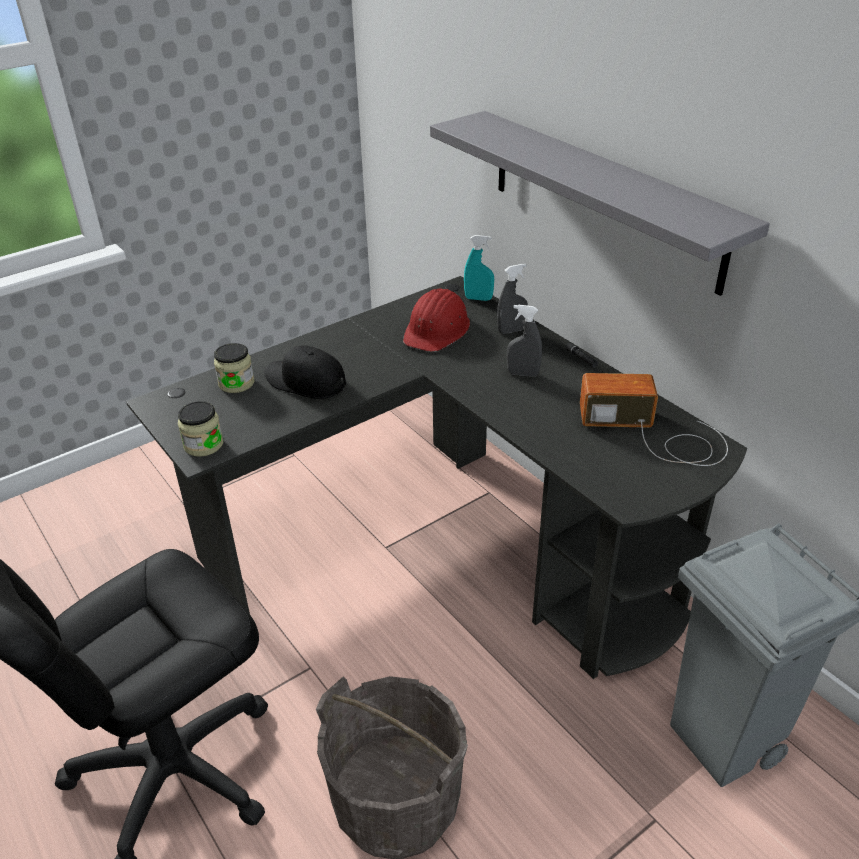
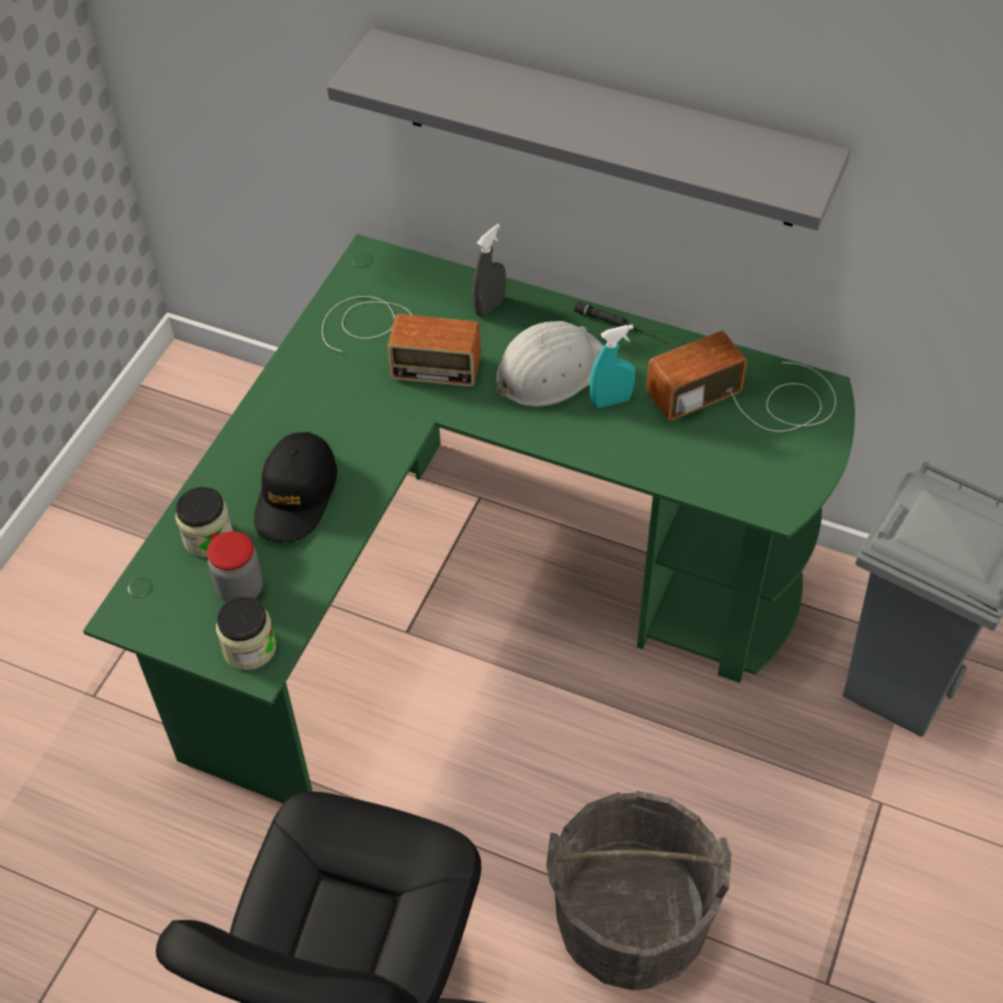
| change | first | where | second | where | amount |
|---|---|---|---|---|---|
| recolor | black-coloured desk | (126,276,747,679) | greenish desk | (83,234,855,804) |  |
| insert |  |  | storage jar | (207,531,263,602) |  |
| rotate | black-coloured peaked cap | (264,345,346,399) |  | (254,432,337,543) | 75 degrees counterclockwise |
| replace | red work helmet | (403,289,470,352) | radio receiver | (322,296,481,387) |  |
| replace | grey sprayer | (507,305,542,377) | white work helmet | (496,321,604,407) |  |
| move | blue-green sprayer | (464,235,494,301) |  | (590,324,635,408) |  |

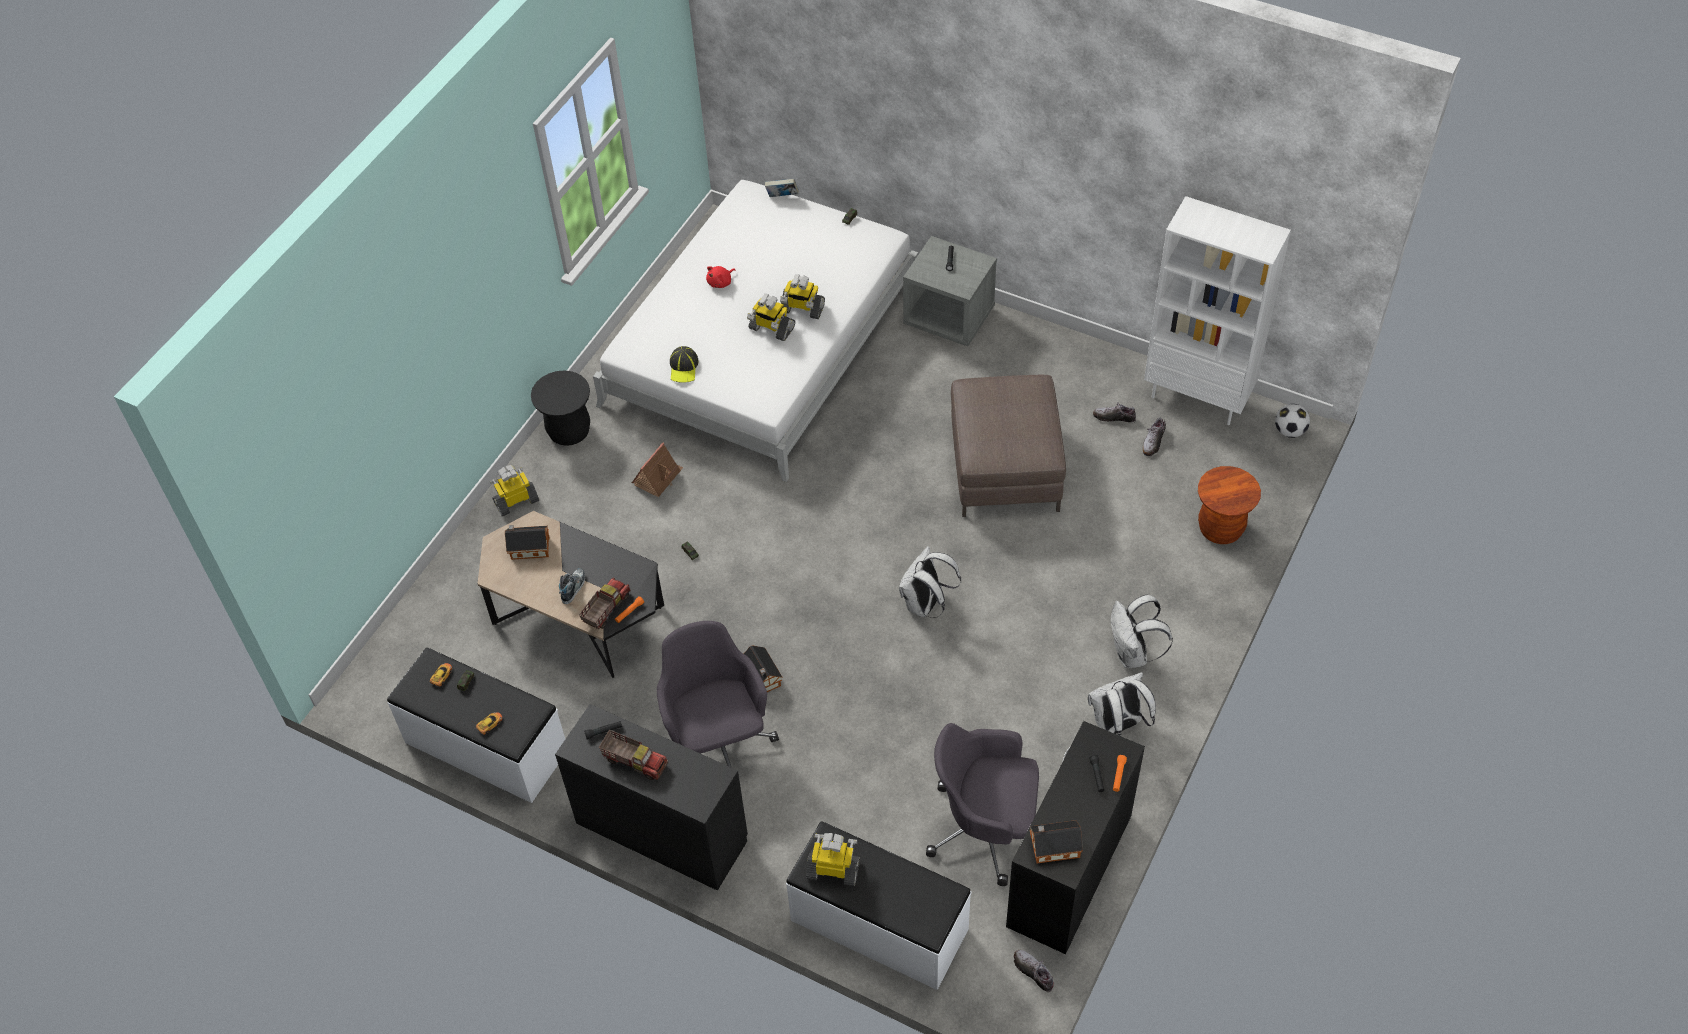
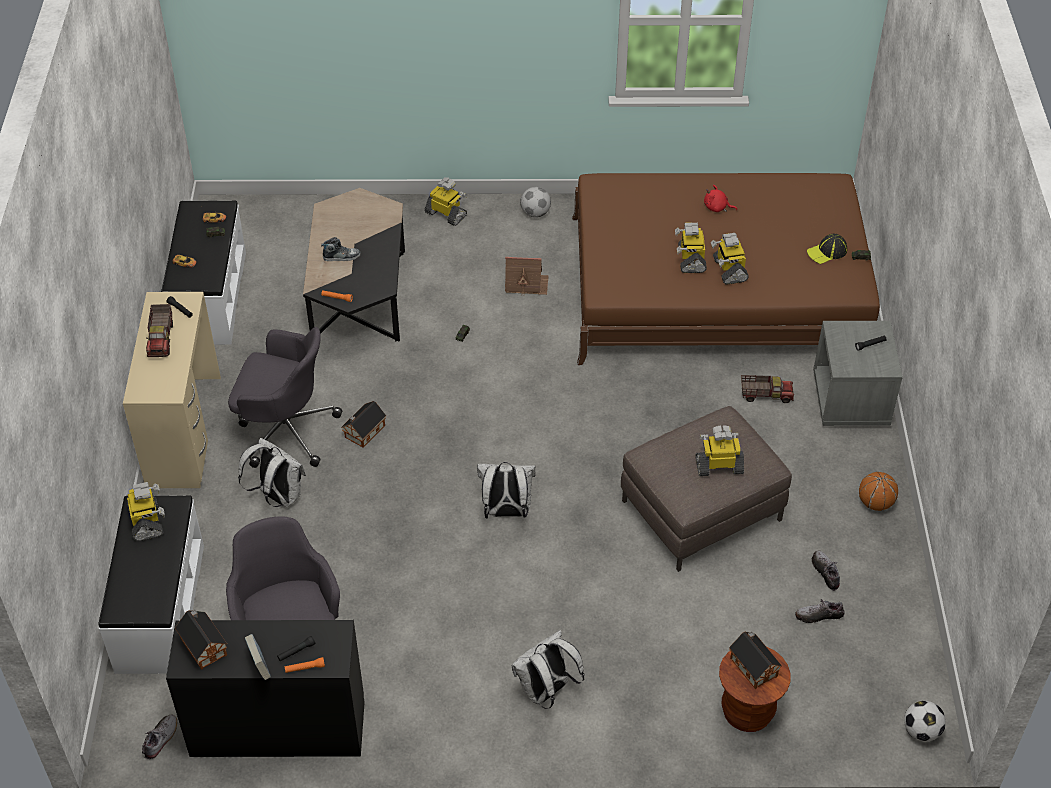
| change | first | where | second | where | amount |
|---|---|---|---|---|---|
| recolor | black-coloured desk | (555,704,748,891) | sand-coloured desk | (123,292,221,488) |  |
| rotate | grey computer chair | (657,621,779,768) |  | (228,327,342,468) | 60 degrees clockwise |
| move | white rucksack | (1088,672,1156,736) |  | (238,438,306,507) |  |
| move | bound book | (765,179,799,197) |  | (245,634,271,680) |  |
| replace | black-coloured sitting stool | (531,371,590,446) | football | (520,187,551,218) |  |
| recolor | white bedroom bed | (593,180,918,482) | brownish bedroom bed | (572,173,880,365) |  |
| insert |  |  | model robot | (696,425,744,476) |  |
| move | miniature house | (505,525,550,560) |  | (729,632,782,689) |  |
| move | toy truck | (579,578,631,629) |  | (741,375,794,403) |  |
| move | peaked cap | (670,346,699,383) |  | (807,234,847,264) |  |
| insert |  |  | ball for basketball | (859,472,898,511) |  |
| delete | white shelving unit | (1144,196,1291,425) |  |  |  |

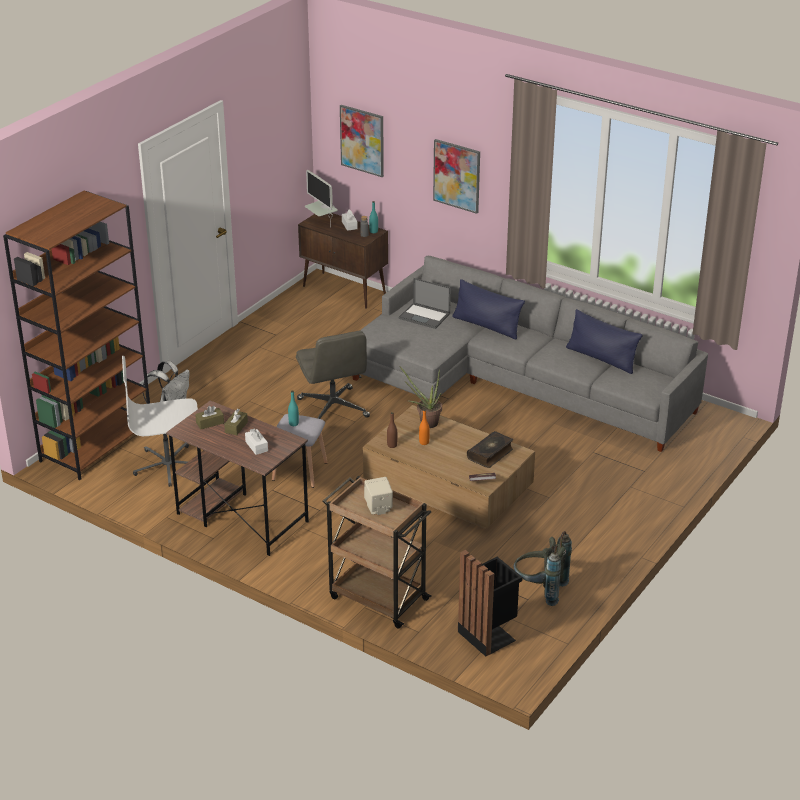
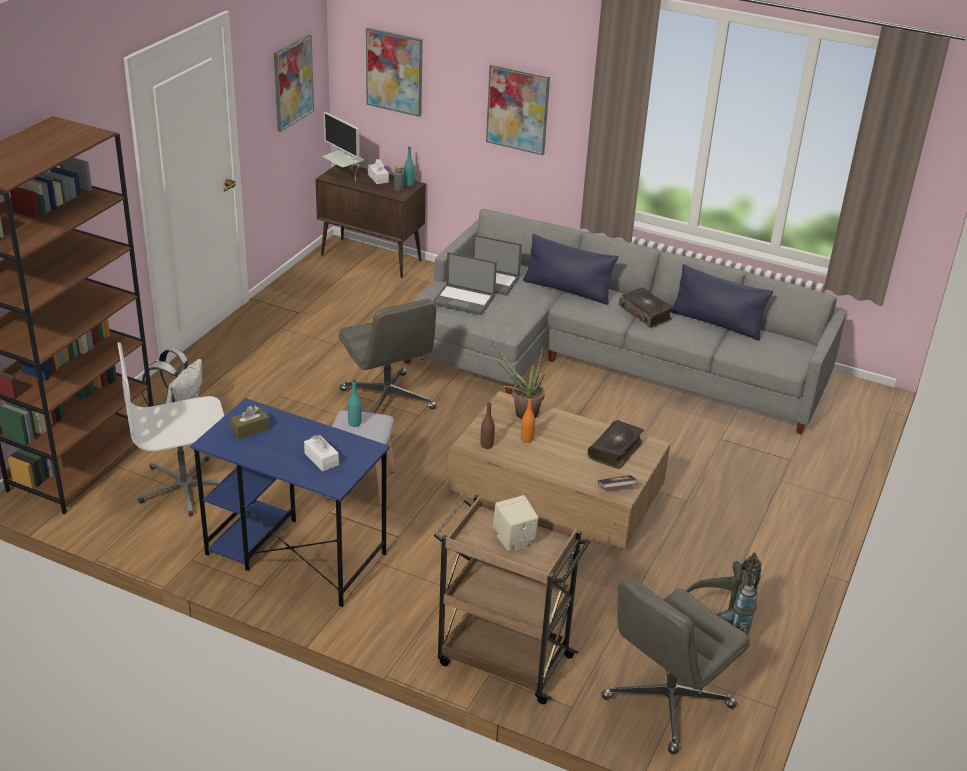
| change | first | where | second | where | amount |
|---|---|---|---|---|---|
| recolor | brownish desk | (166,400,309,556) | blue-coloured desk | (190,398,390,607) |  |
| insert |  |  | wall art | (274,35,314,132) |  |
| insert |  |  | laptop | (433,252,497,315) |  |
| replace | black-coloured rubbish bin | (458,550,523,657) | grey computer chair | (601,577,750,754) |  |
| insert |  |  | bound book | (619,287,673,328) |  |
| delete | brownish box of tissues | (224,409,248,435) |  |  |  |

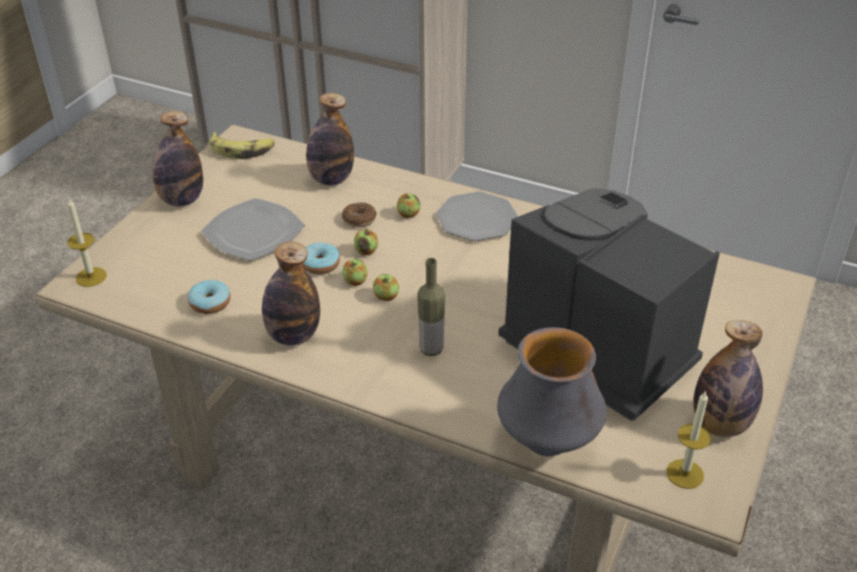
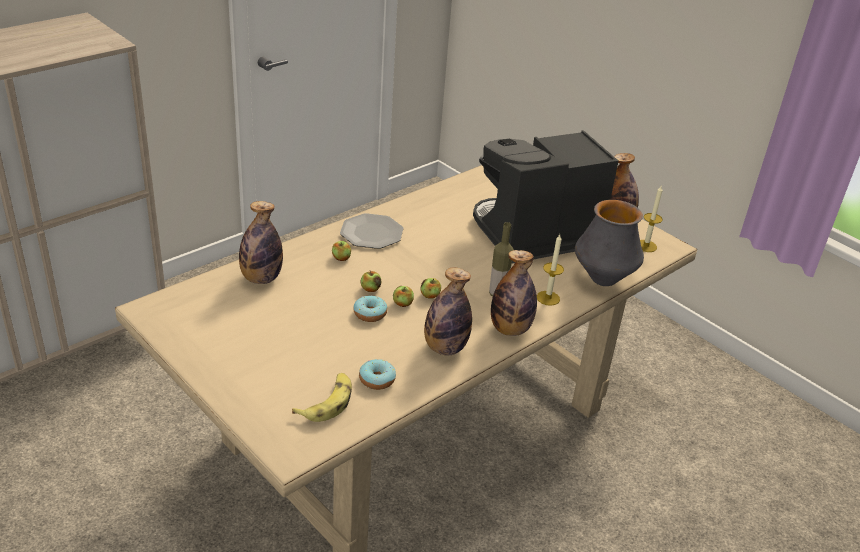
| change | first | where | second | where | amount |
|---|---|---|---|---|---|
| move | banana fruit | (209,132,275,159) |  | (292,373,352,422) |  |
| move | drink bottle | (153,111,203,206) |  | (491,250,537,336) |  |
| move | candle | (67,199,107,287) |  | (537,234,564,306) |  |
| delete | flat dish | (201,198,305,261) |  |  |  |
| delete | ring doughnut | (342,202,377,227) |  |  |  |

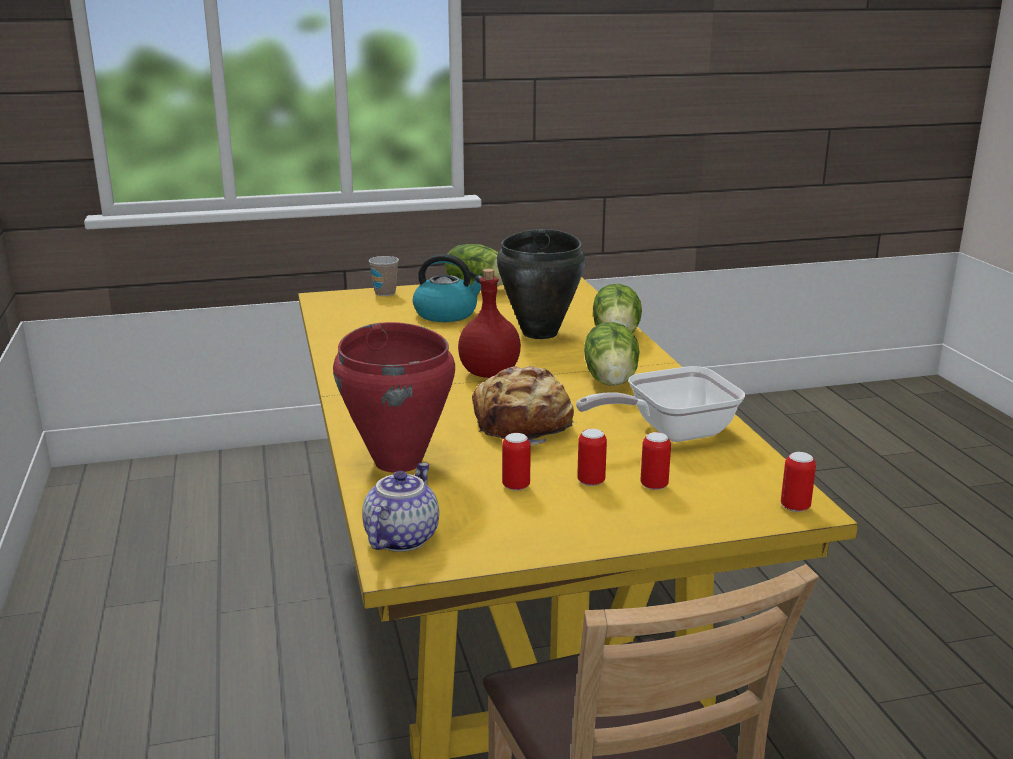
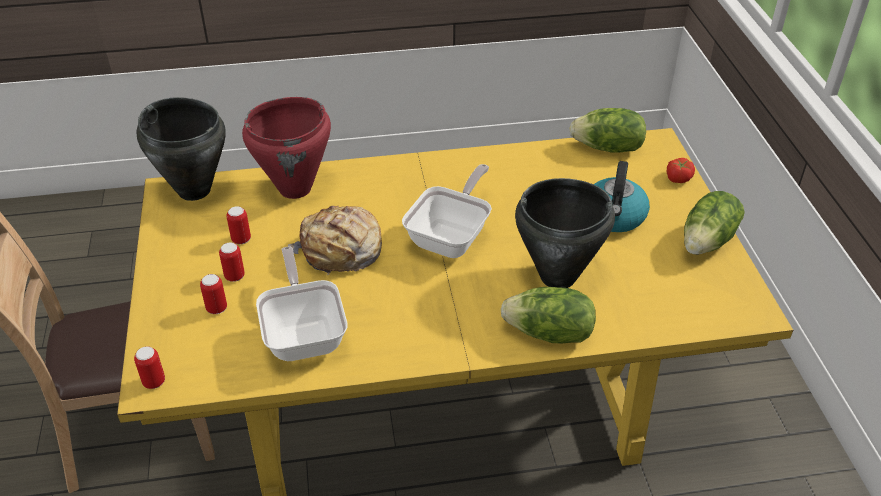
| change | first | where | second | where | amount |
|---|---|---|---|---|---|
| replace | teapot | (362,463,439,552) | black-coloured stockpot | (136,97,226,201) |  |
| replace | red drink bottle | (458,269,521,378) | frying pan | (402,164,492,258) |  |
| move | head of lettuce | (584,322,640,386) |  | (569,108,646,153) |  |
| replace | drinking cup | (369,256,399,296) | whole tomato | (667,158,695,183) |  |

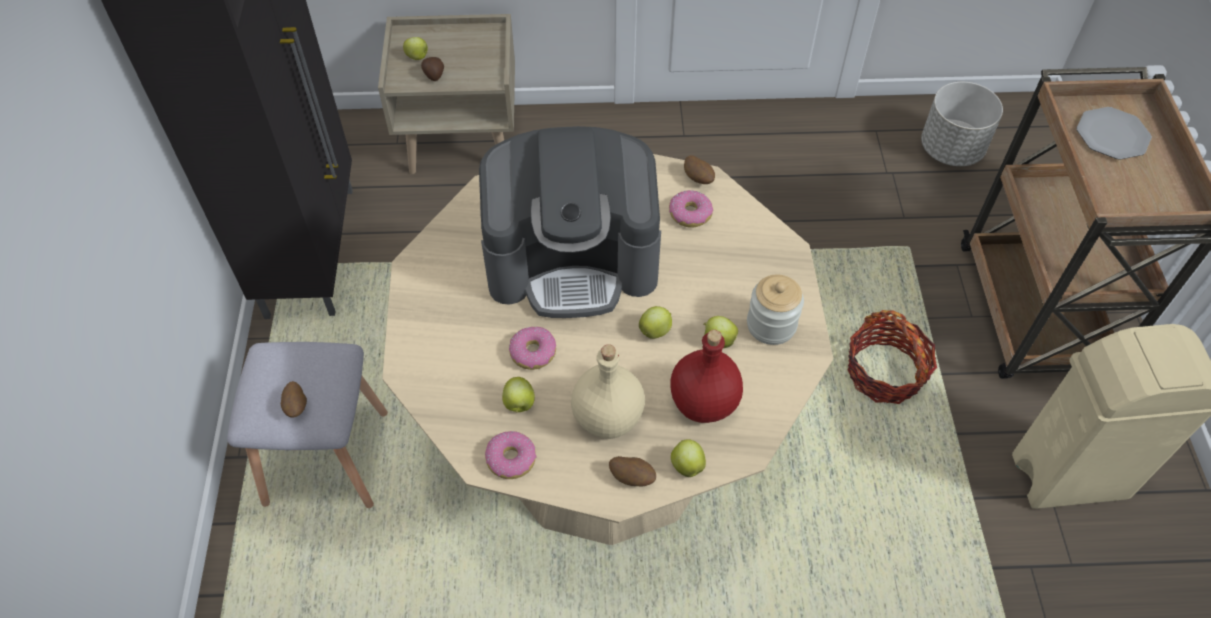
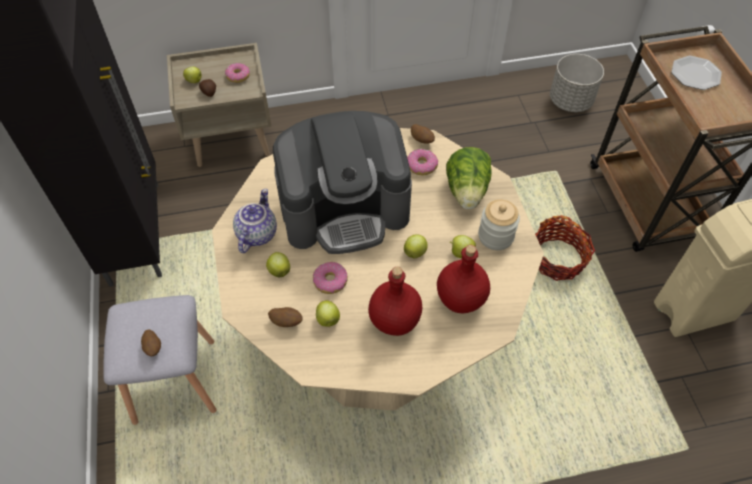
| change | first | where | second | where | amount |
|---|---|---|---|---|---|
| move | ring doughnut | (485,431,536,479) |  | (225,63,250,83) |  |
| insert |  |  | teapot | (233,189,277,253) |  |
| move | apple | (671,439,706,477) |  | (266,252,290,277) |  |
| move | spud | (609,456,656,486) |  | (268,307,303,327) |  |
| recolor | sand-coloured drink bottle | (571,344,645,439) | red drink bottle | (368,267,422,336) |  |
| insert |  |  | head of lettuce | (446,147,491,209) |  |

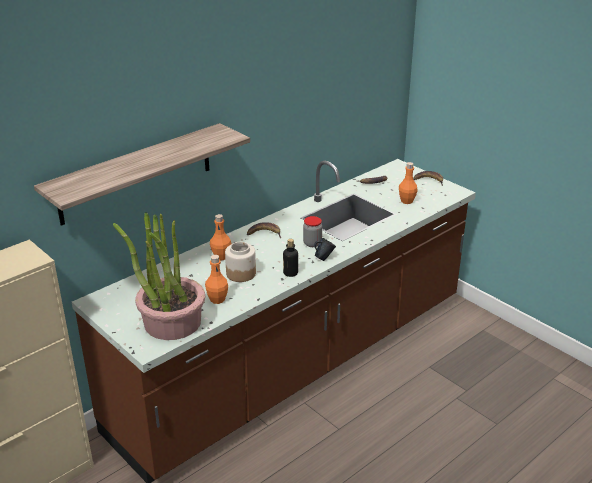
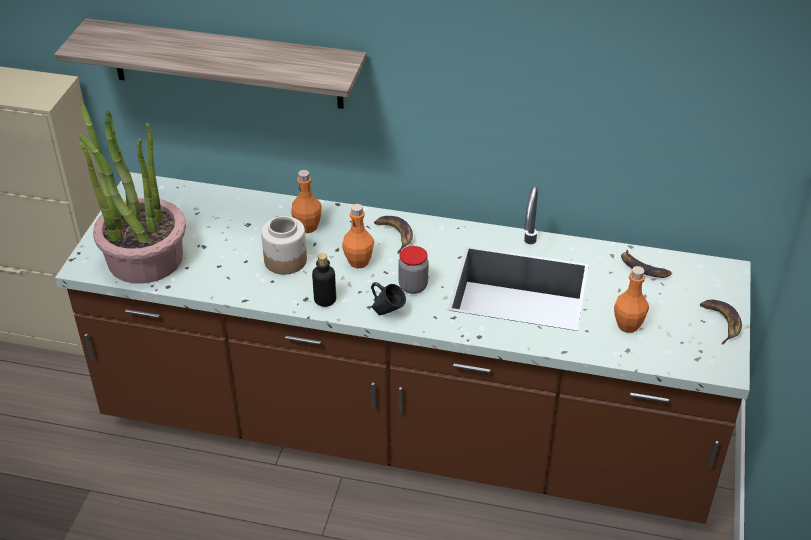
| change | first | where | second | where | amount |
|---|---|---|---|---|---|
| move | orange drink bottle | (205,255,228,304) |  | (342,204,374,269) |  |

